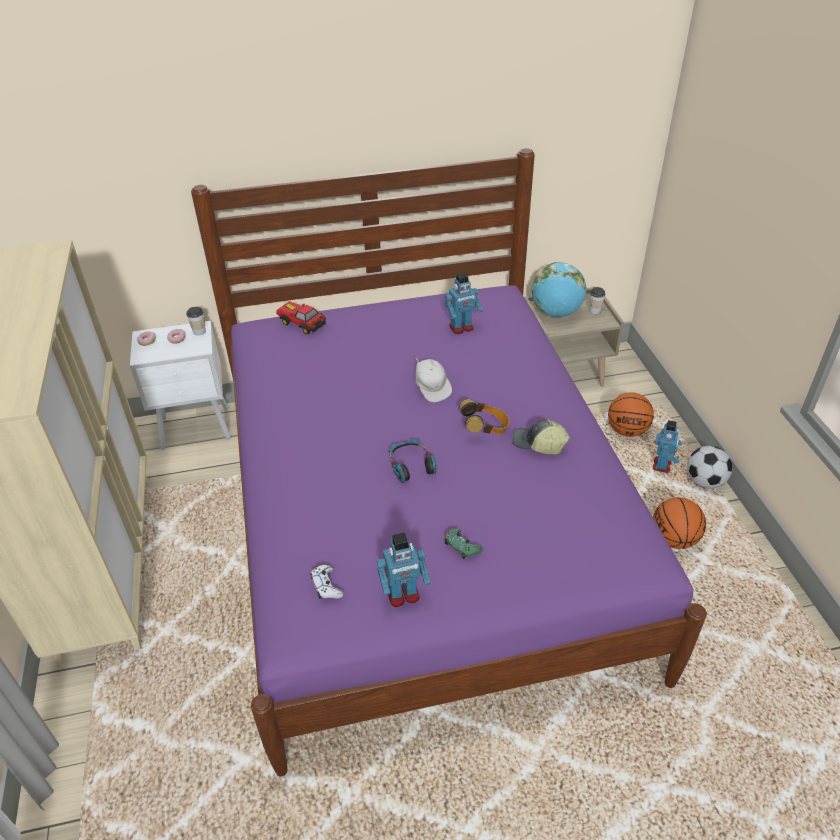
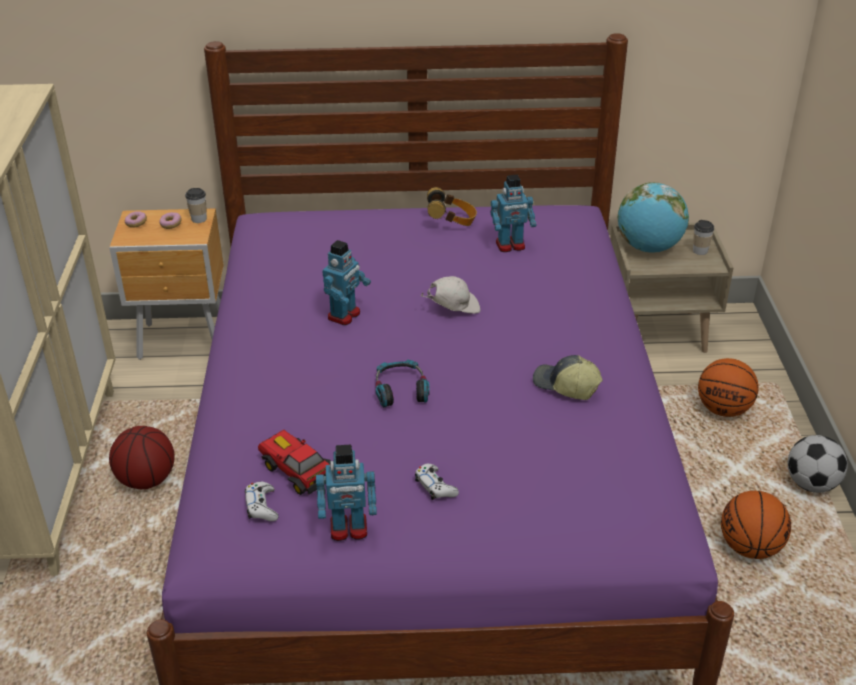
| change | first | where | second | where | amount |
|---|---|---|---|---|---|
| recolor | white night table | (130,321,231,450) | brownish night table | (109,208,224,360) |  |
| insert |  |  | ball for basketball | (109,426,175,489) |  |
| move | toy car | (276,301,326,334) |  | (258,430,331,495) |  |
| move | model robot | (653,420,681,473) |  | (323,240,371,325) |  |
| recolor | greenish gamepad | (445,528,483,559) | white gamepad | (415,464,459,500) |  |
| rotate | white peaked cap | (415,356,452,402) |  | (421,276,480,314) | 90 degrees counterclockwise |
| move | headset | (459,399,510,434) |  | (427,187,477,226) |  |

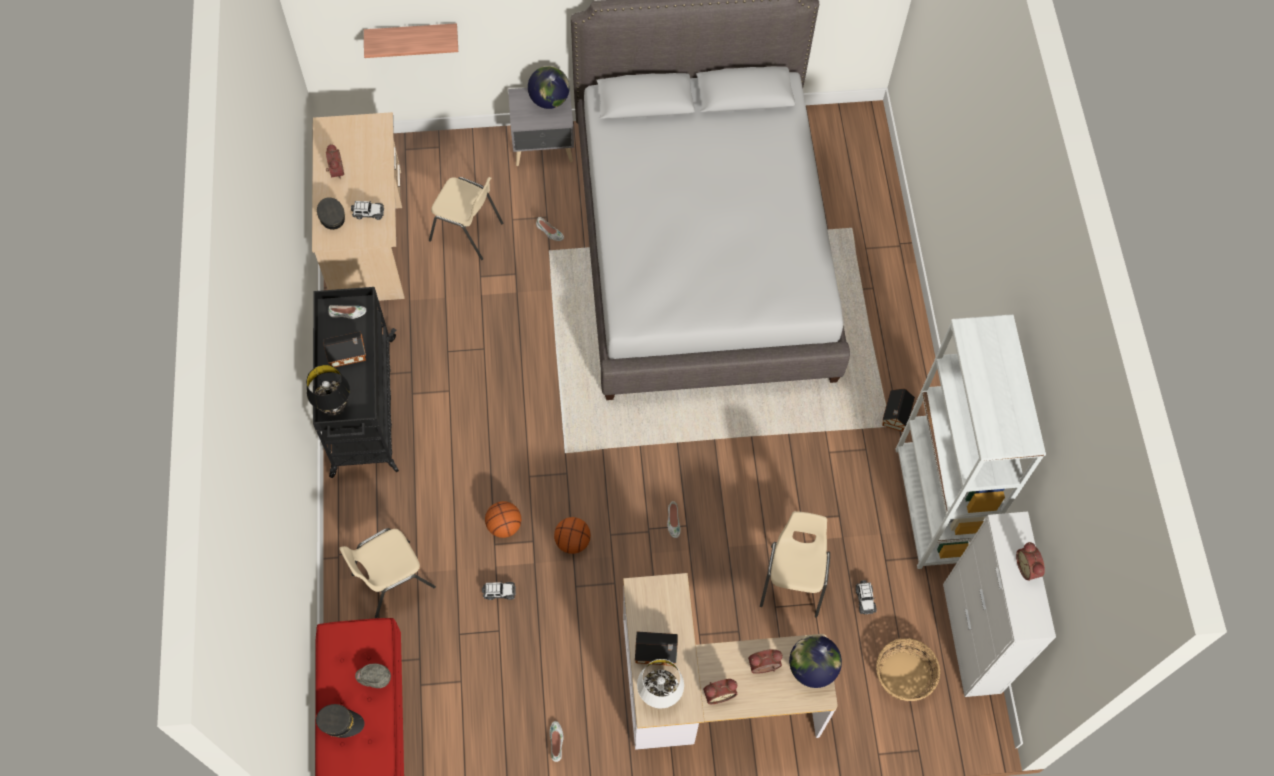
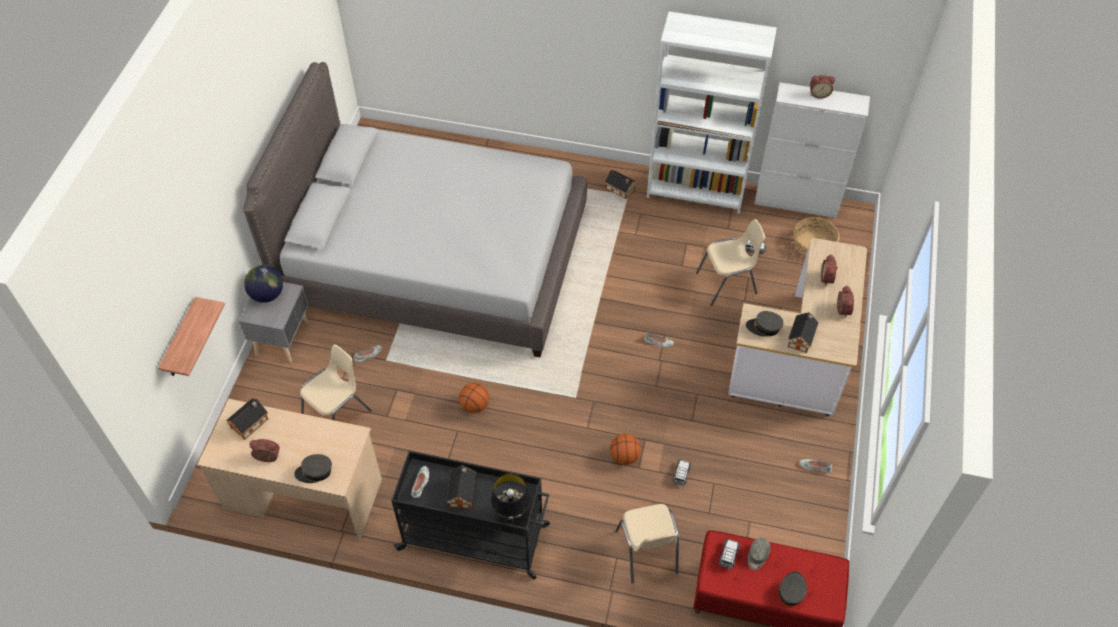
| change | first | where | second | where | amount |
|---|---|---|---|---|---|
| insert |  |  | miniature house | (226,399,268,440) |  |
| move | ball for basketball | (554,517,591,554) |  | (459,383,489,413) |  |
| rotate | sand-coloured chair | (760,511,830,618) |  | (696,219,765,306) | 135 degrees clockwise |
| move | toy car | (351,201,384,220) |  | (719,539,740,569) |  |
| insert |  |  | grey peaked cap | (746,311,784,336) |  |
| delete | white lamp for a table | (637,659,684,708) |  |  |  |
| delete | desk globe | (789,635,842,688) |  |  |  |

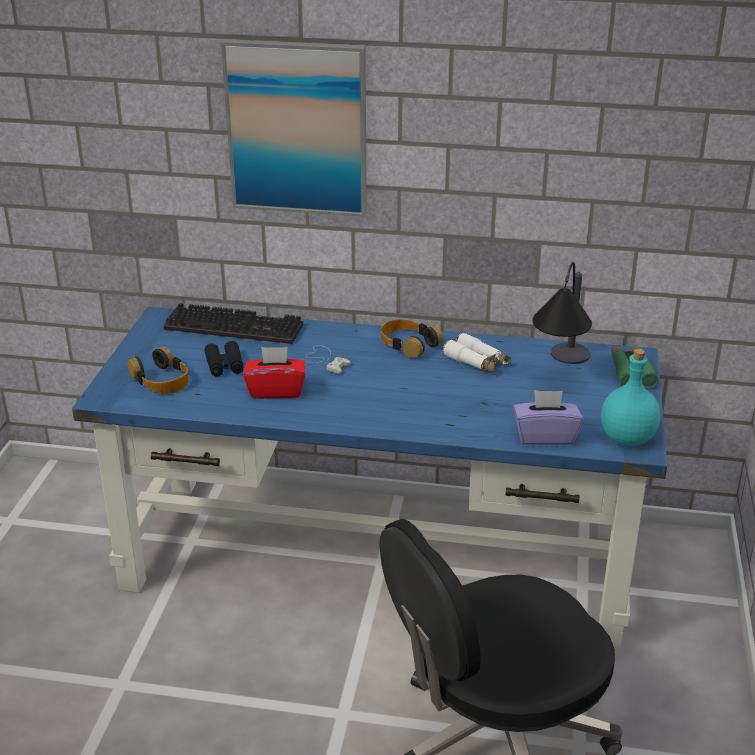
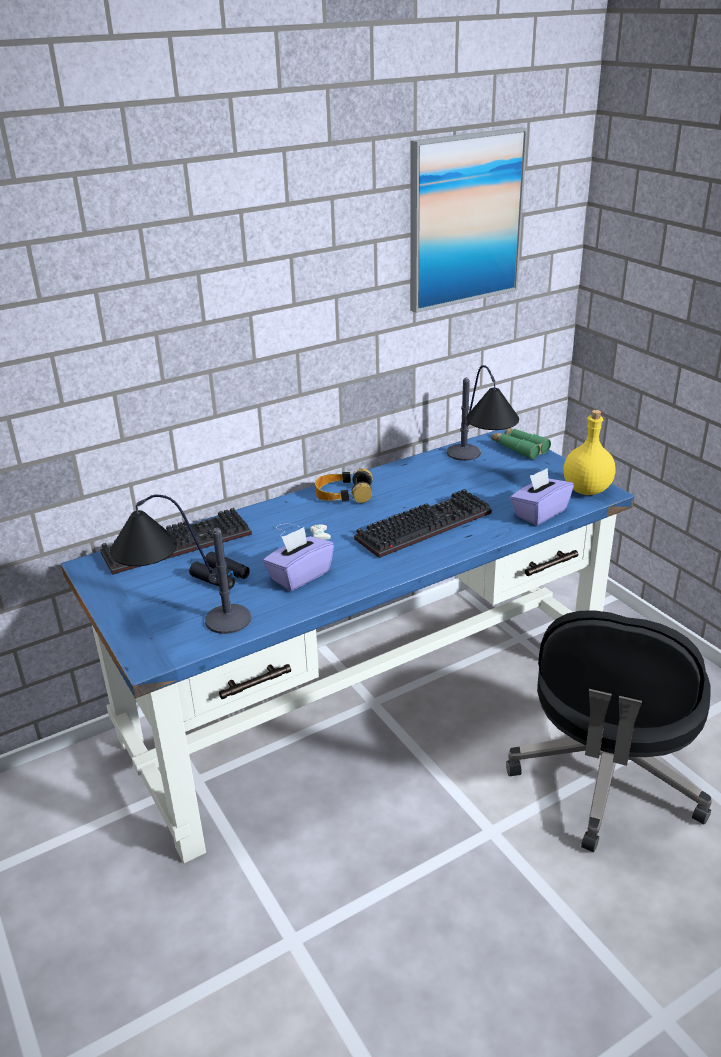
| change | first | where | second | where | amount |
|---|---|---|---|---|---|
| replace | headset | (127,347,189,394) | lamp for a table | (110,495,251,634) |  |
| recolor | red box of tissues | (243,347,306,399) | purplish box of tissues | (263,527,334,591) |  |
| insert |  |  | keyboard | (354,489,492,558) |  |
| move | wall art | (221,39,367,217) |  | (410,127,528,313) |  |
| recolor | blue-green drink bottle | (601,349,661,446) | yellow-coloured drink bottle | (563,410,616,495) |  |
| delete | white pair of binoculars | (443,333,511,373) |  |  |  |

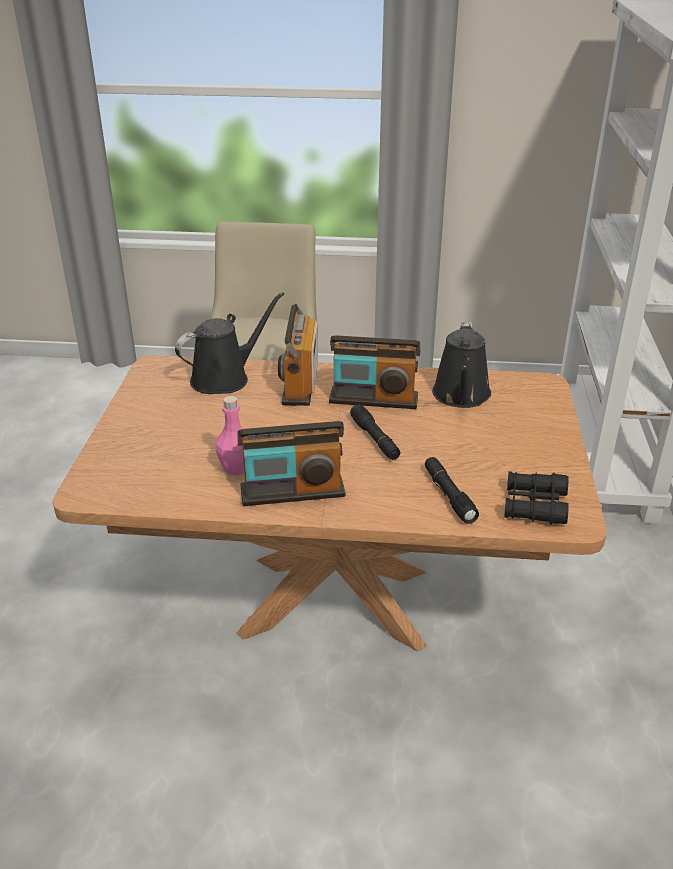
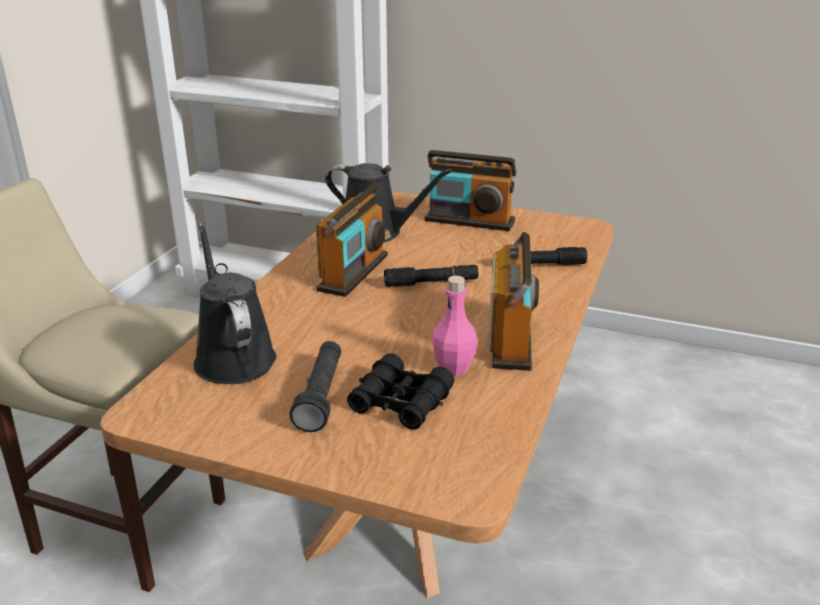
| change | first | where | second | where | amount |
|---|---|---|---|---|---|
| insert |  |  | black-coloured flashlight | (289,341,341,432) |  |
| move | black-coloured pair of binoculars | (504,471,569,525) |  | (347,353,454,430) |  |
| move | radio receiver | (278,304,318,406) |  | (425,150,517,231) |  |

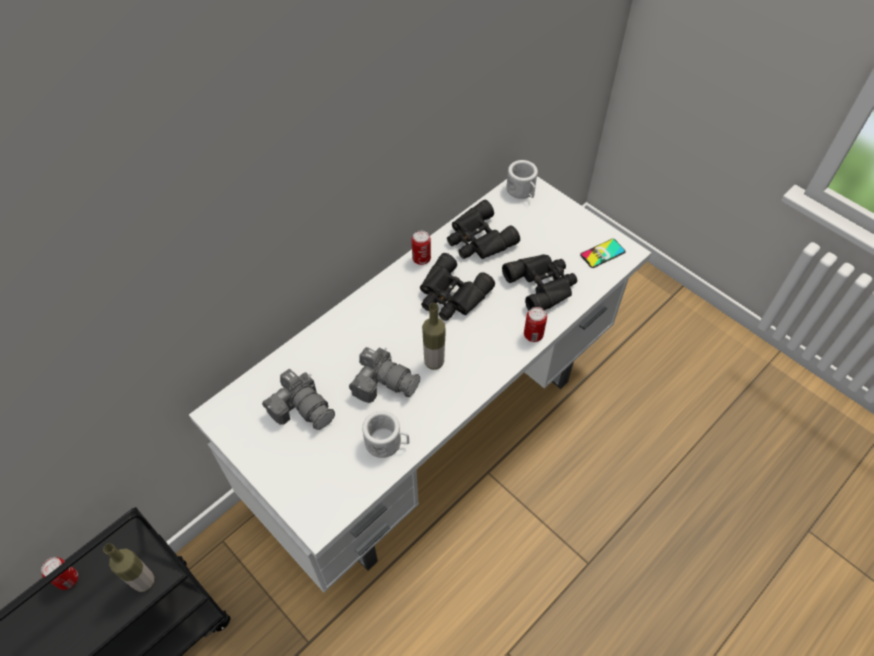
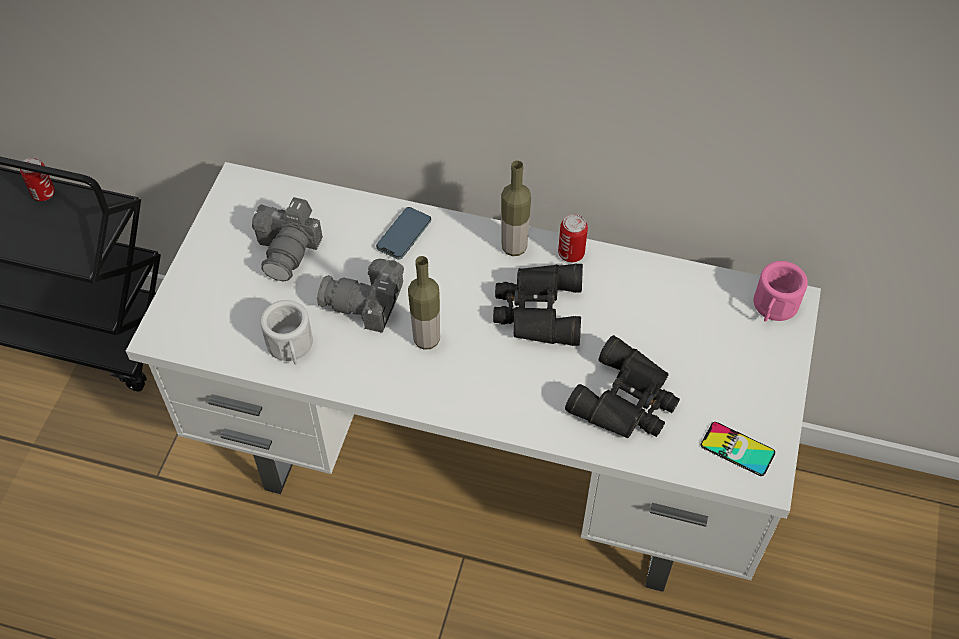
| change | first | where | second | where | amount |
|---|---|---|---|---|---|
| rotate | still camera | (349,347,420,403) |  | (317,257,404,333) | 105 degrees clockwise |
| insert |  |  | handset | (376,207,431,260) |  |
| move | drink bottle | (103,543,155,592) |  | (501,160,531,256) |  |
| recolor | white mug | (506,160,538,199) | pink-coloured mug | (754,261,808,321) |  |
| delete | black-coloured pair of binoculars | (447,200,520,259) |  |  |  |
| delete | metal can | (524,307,547,342) |  |  |  |

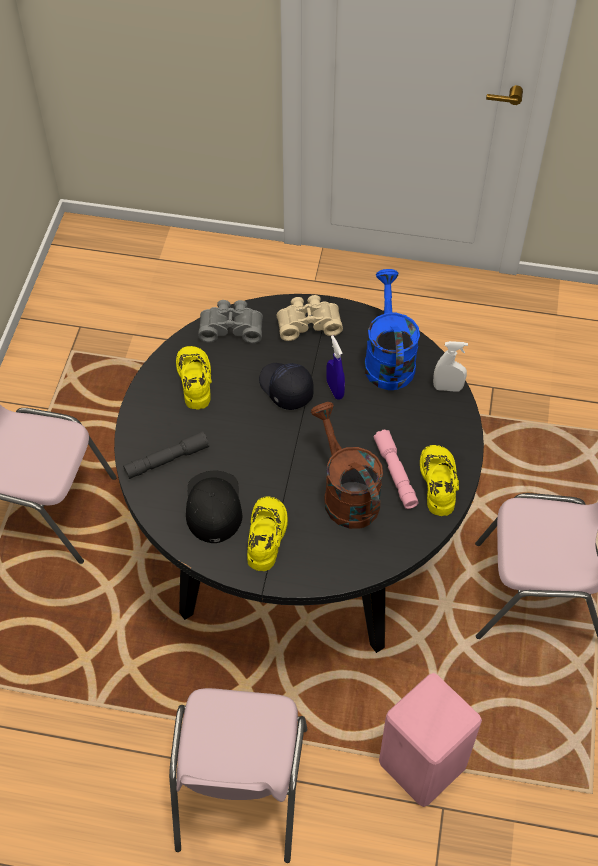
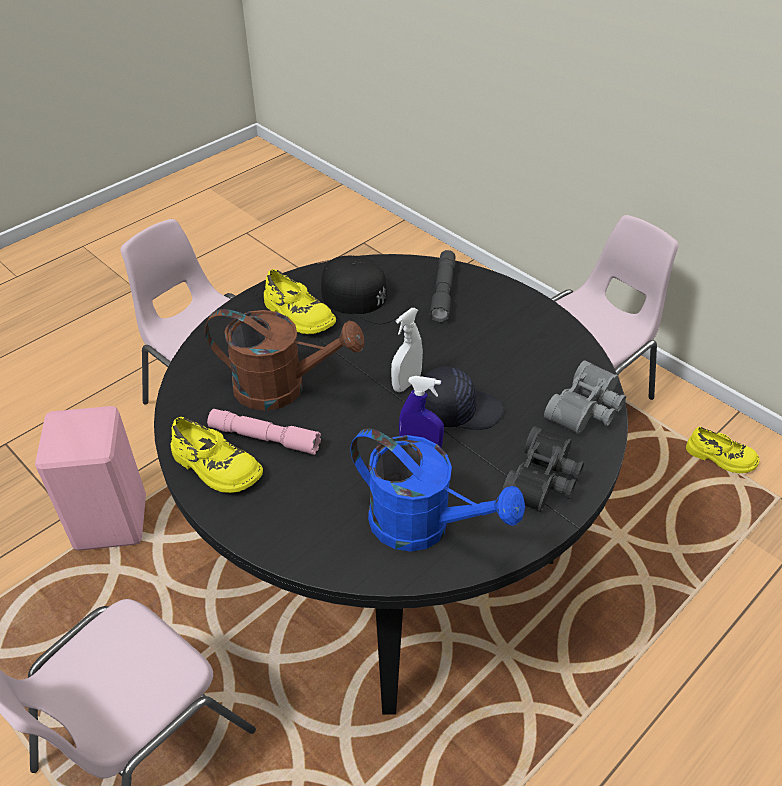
| change | first | where | second | where | amount |
|---|---|---|---|---|---|
| move | white sprayer | (433,341,468,392) |  | (391,308,423,392) |  |
| recolor | sand-coloured pair of binoculars | (276,295,343,341) | black-coloured pair of binoculars | (502,426,584,512) |  |
| move | yellow-coloured shoe | (176,346,212,410) |  | (686,427,760,473) |  |

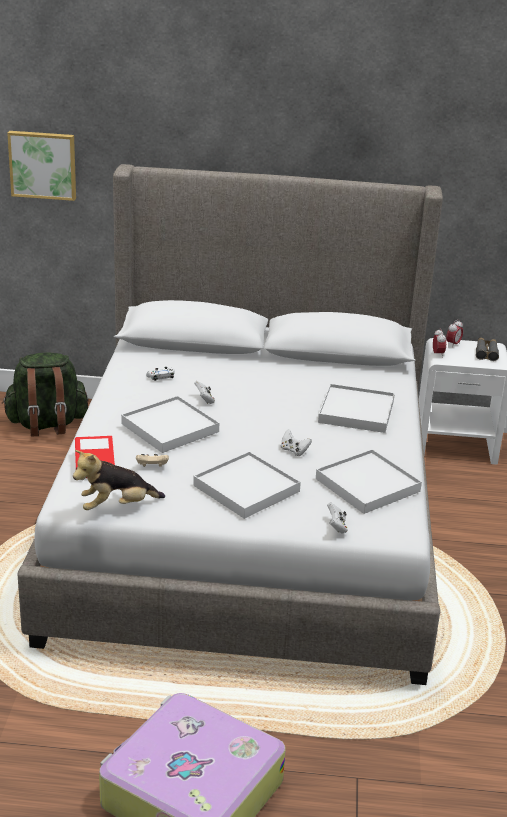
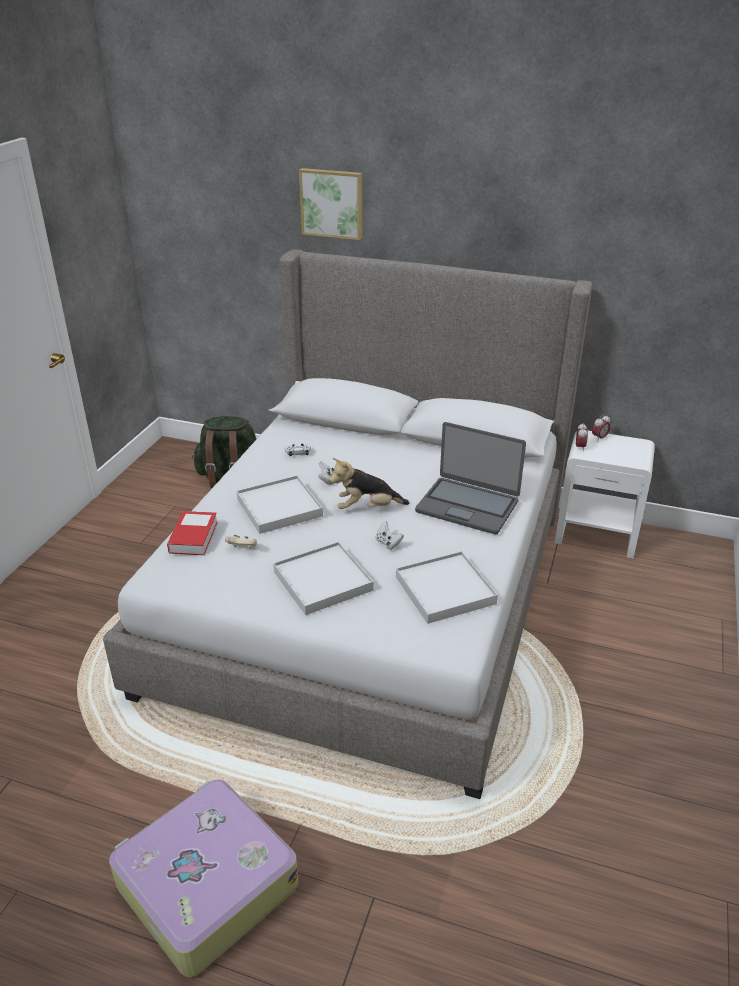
| change | first | where | second | where | amount |
|---|---|---|---|---|---|
| move | wall art | (7,131,76,201) |  | (299,168,362,240) |  |
| move | cuddly toy | (73,450,165,510) |  | (329,458,409,509) |  |
| replace | white carrying tray | (318,384,395,433) | laptop | (415,422,526,534) |  |
| delete | white gamepad | (327,503,348,534) |  |  |  |
| delete | grey pair of binoculars | (476,338,499,361) |  |  |  |

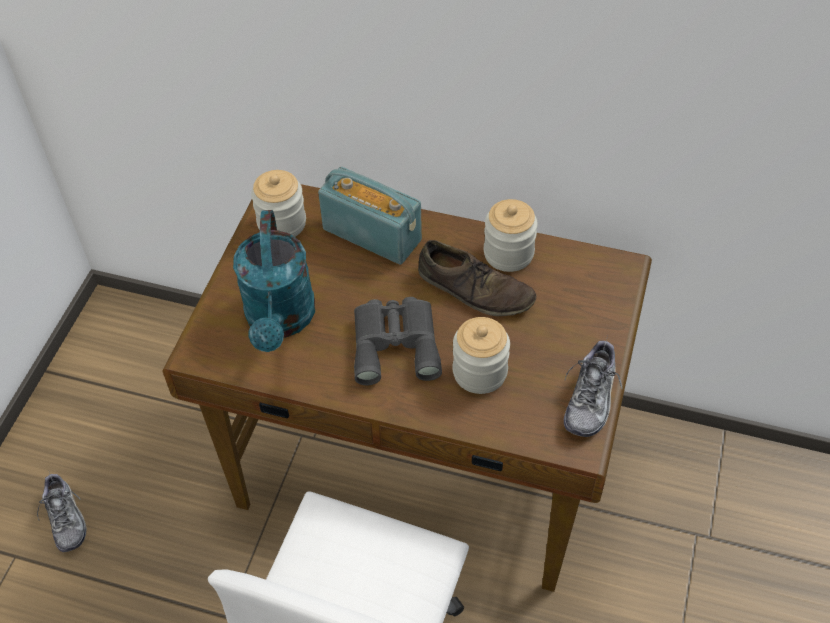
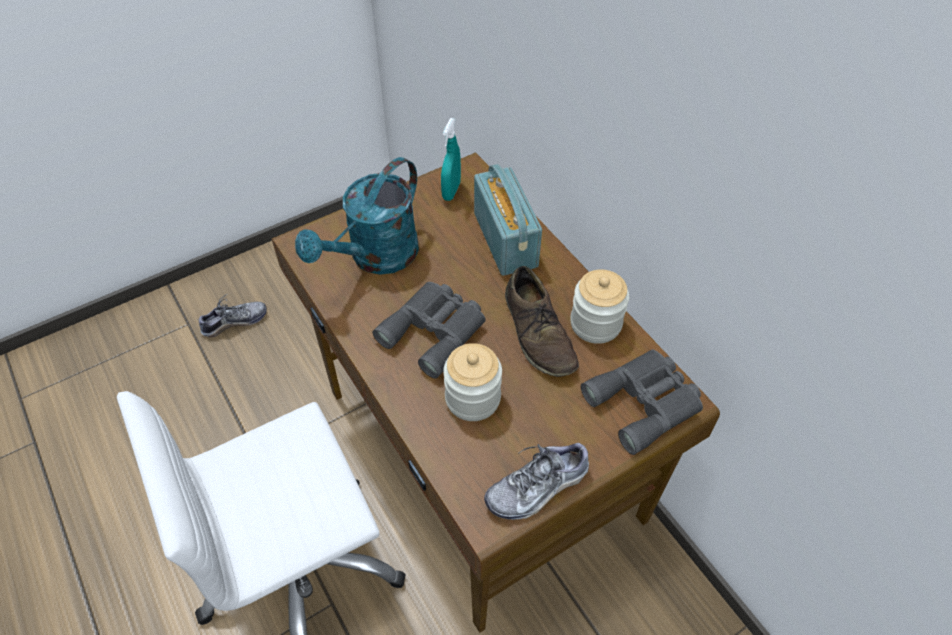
| change | first | where | second | where | amount |
|---|---|---|---|---|---|
| rotate | shoe | (37,472,87,552) |  | (197,294,267,337) | 135 degrees counterclockwise |
| replace | storage jar | (251,170,306,237) | blue-green sprayer | (441,118,461,201) |  |
| insert |  |  | grey pair of binoculars | (581,349,703,455) |  |

